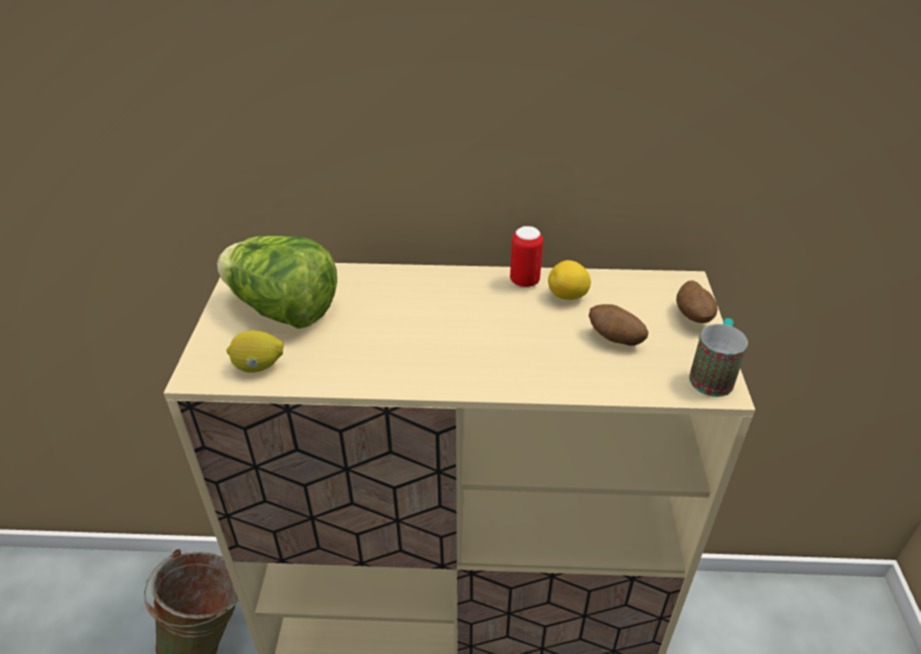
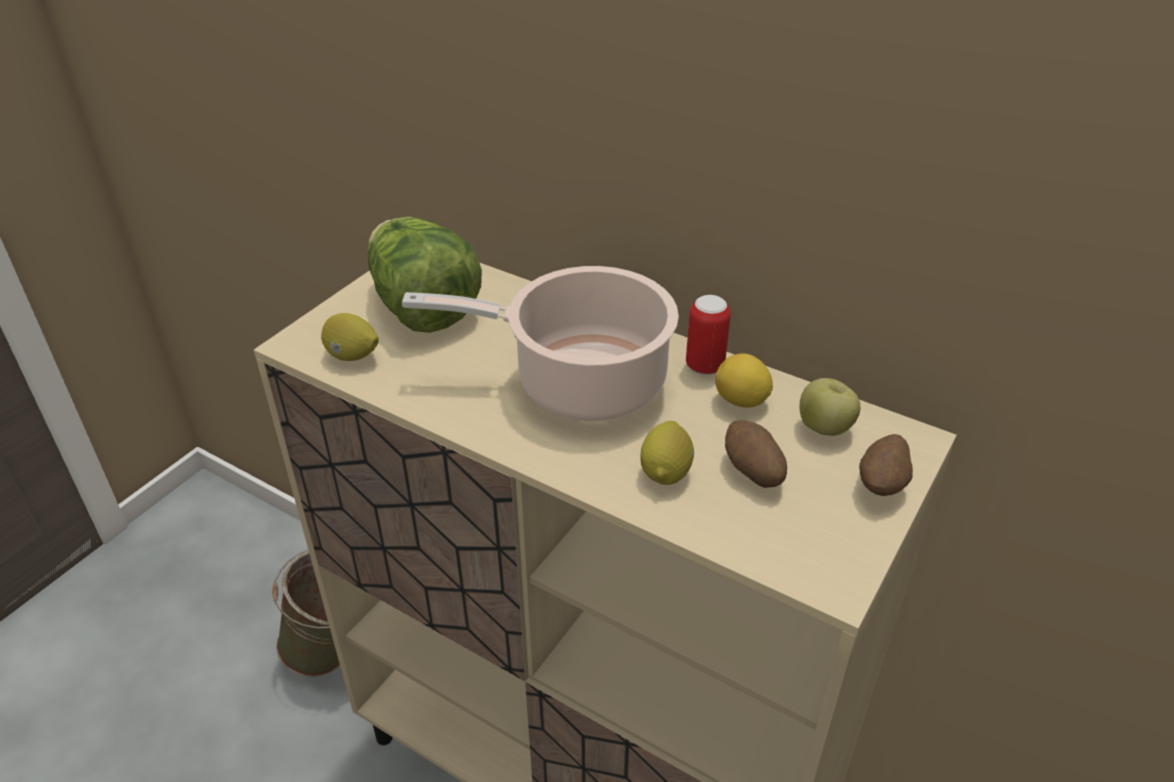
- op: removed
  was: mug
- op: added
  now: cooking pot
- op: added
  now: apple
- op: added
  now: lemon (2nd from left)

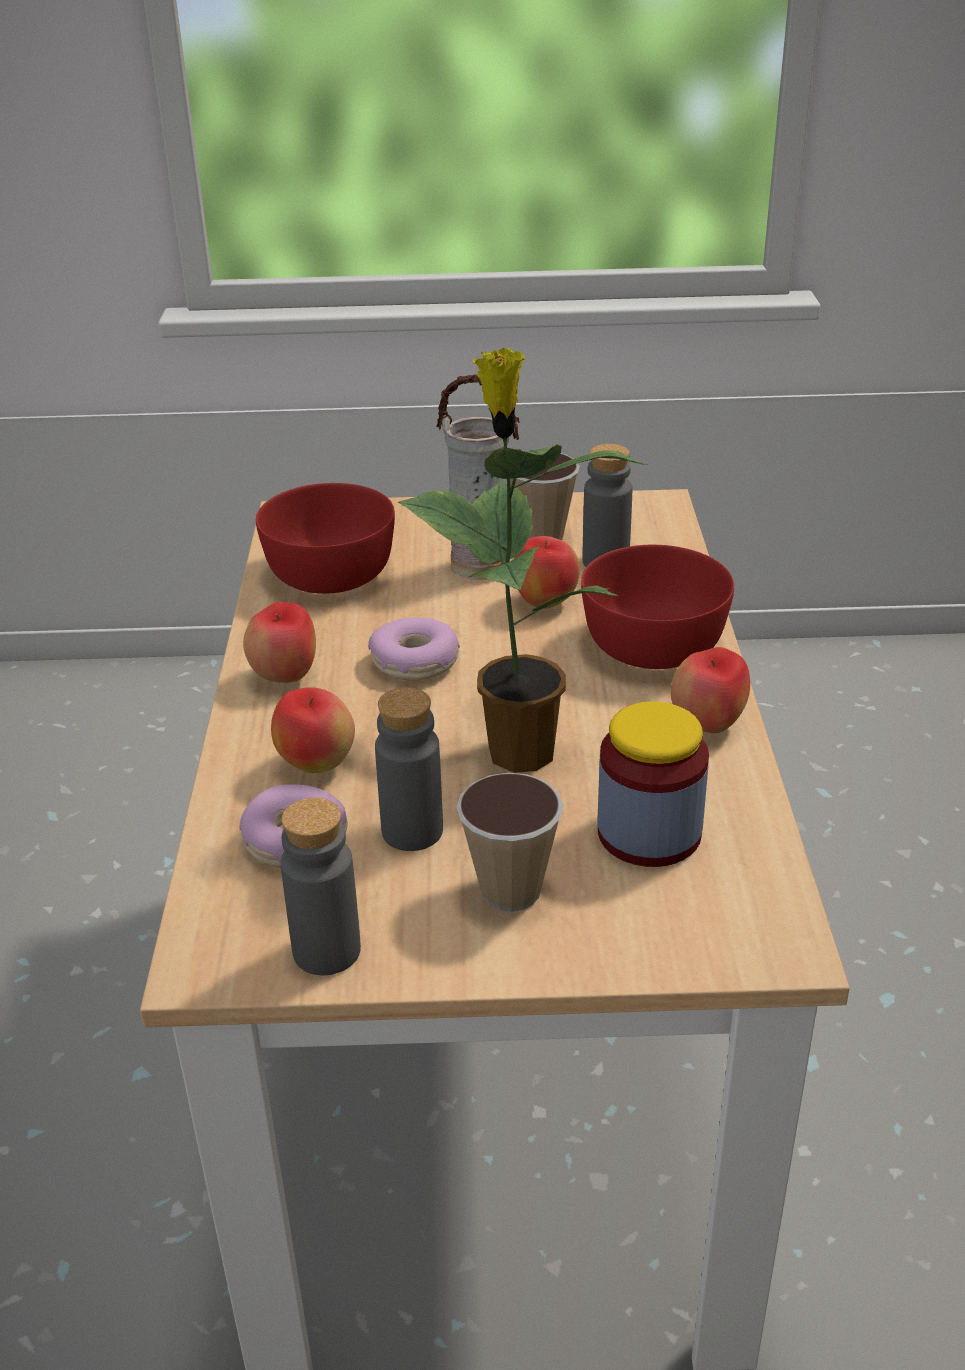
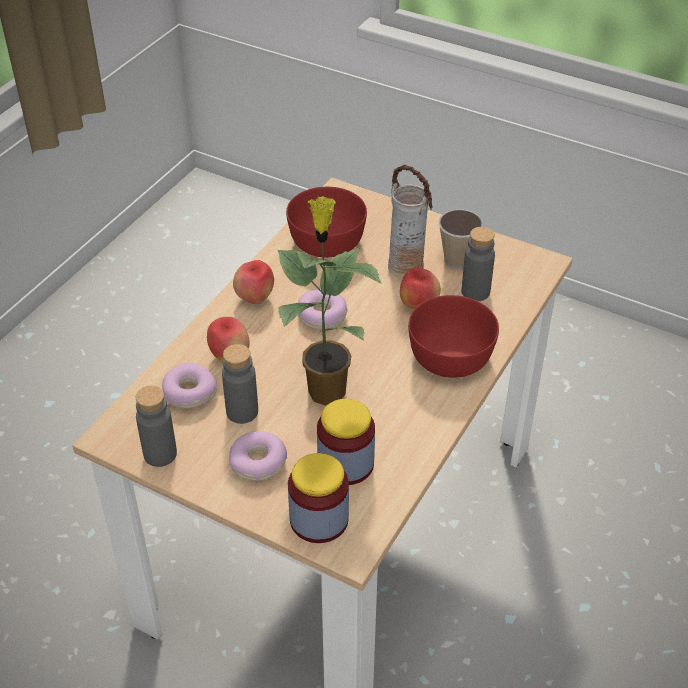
- op: removed
  was: apple (4th from left)
- op: replaced
  was: cup (1st from left)
  now: donut (2nd from left)
- op: added
  now: jar (1st from left)

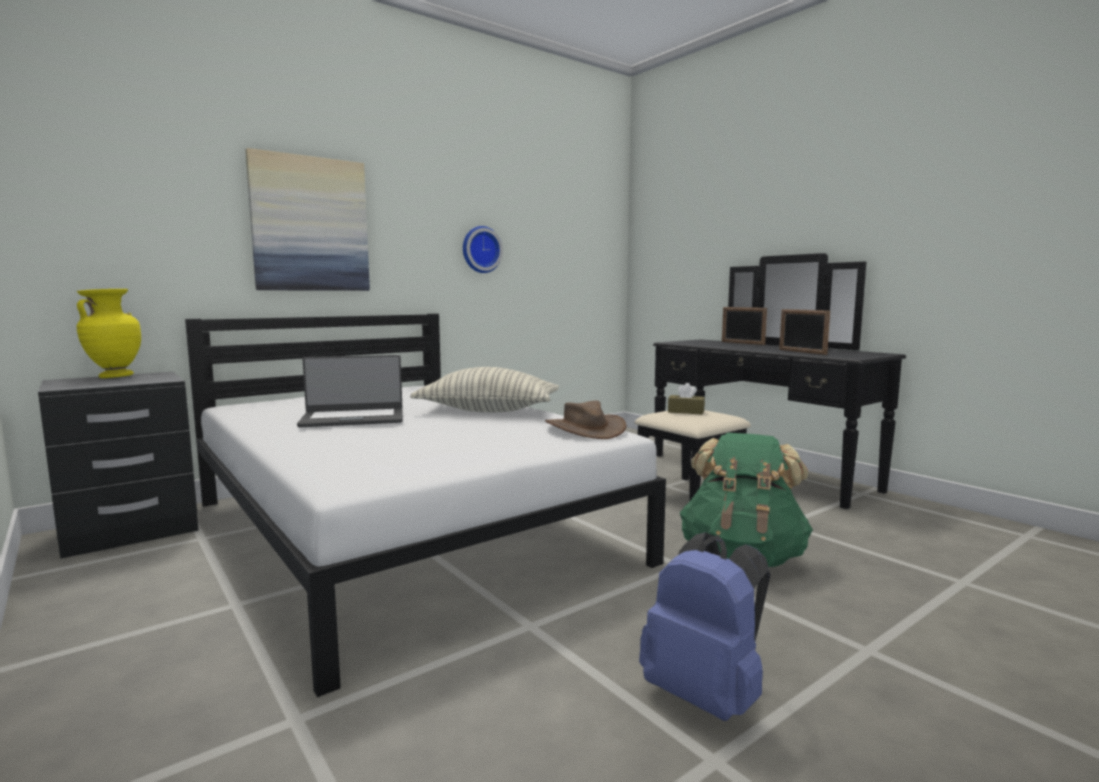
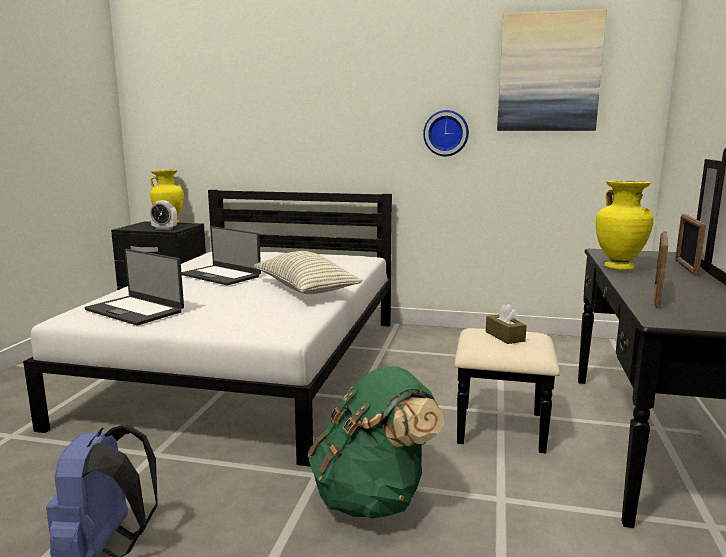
- op: moved
  was: picture
- op: removed
  was: hat/brown
- op: added
  now: vase/yellow (2nd from left)
- op: added
  now: alarm clock
- op: added
  now: laptop (1st from left)

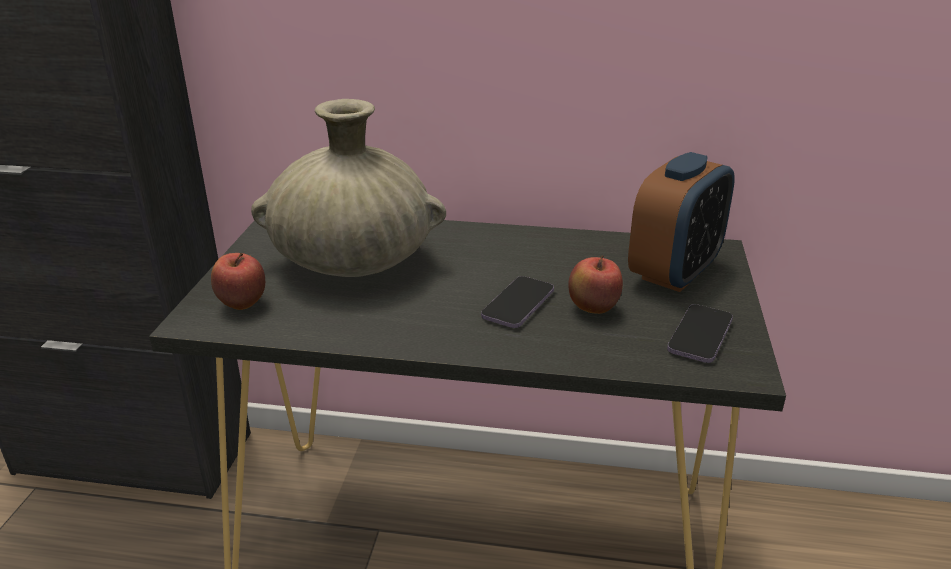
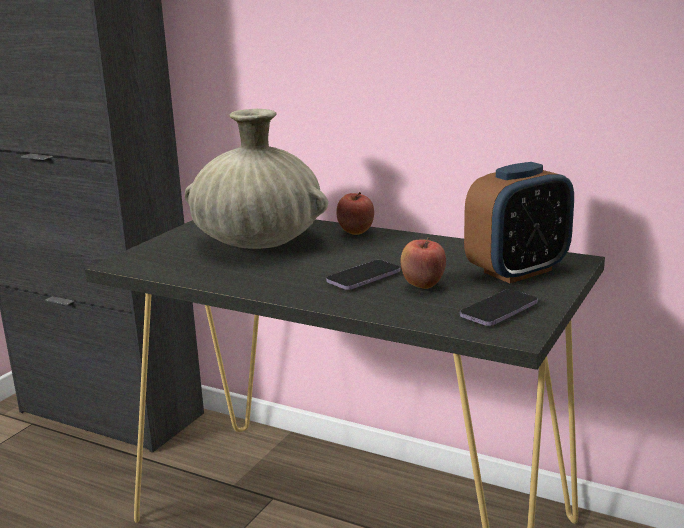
- op: moved
  was: apple (1st from left)

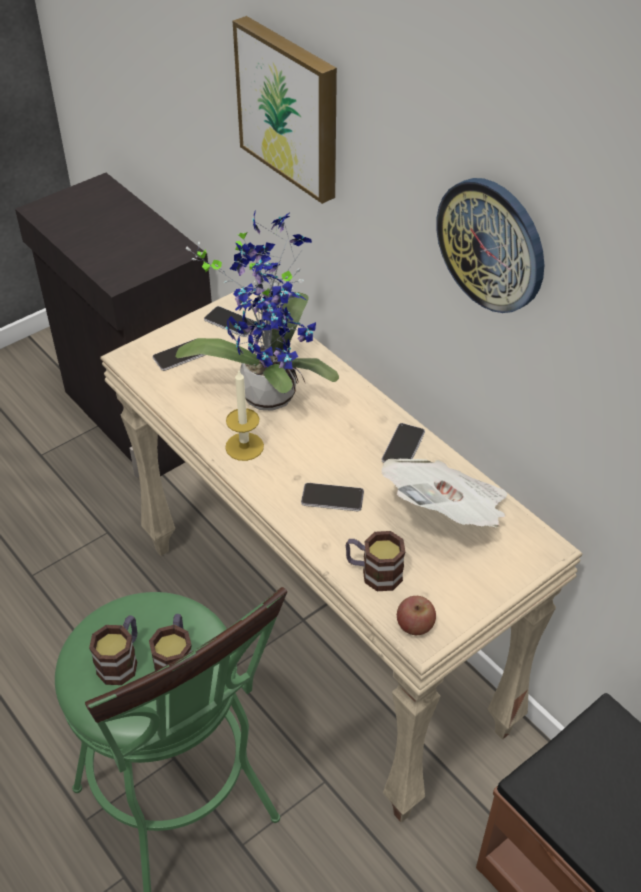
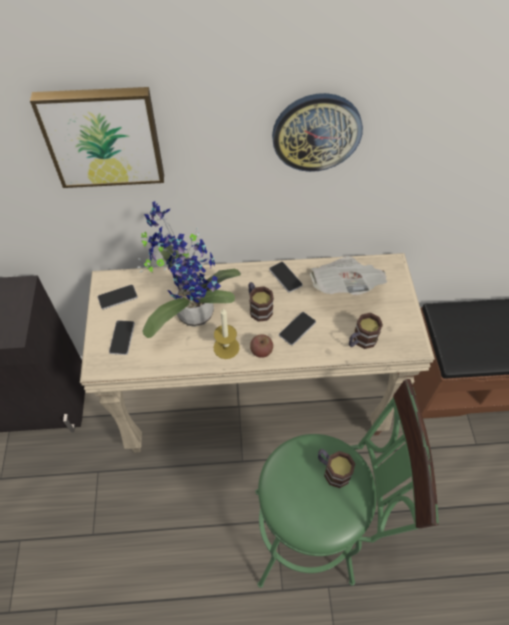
- op: moved
  was: apple
- op: moved
  was: mug (1st from left)

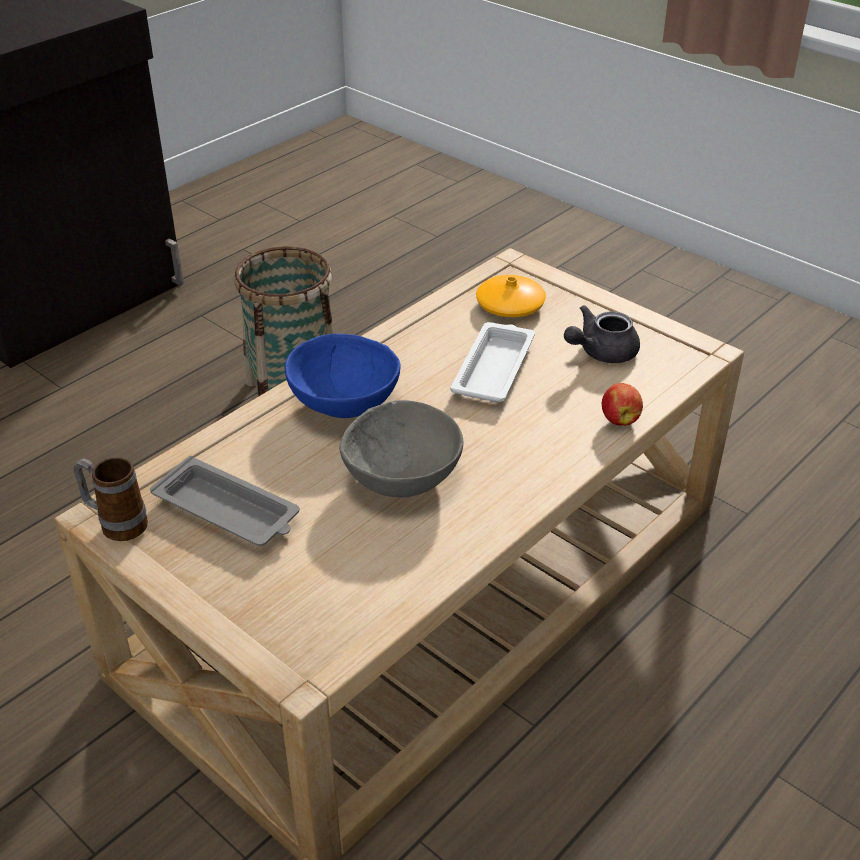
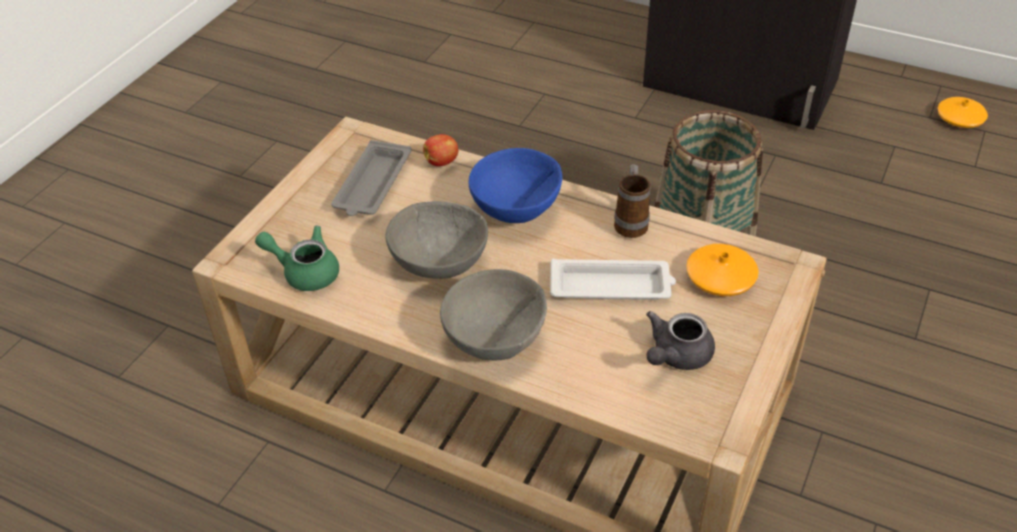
- op: turned
  was: teapot/grey
  clockwise: -90
- op: moved
  was: apple
- op: moved
  was: mug
- op: added
  now: vase/orange (2nd from left)
- op: added
  now: teapot/green
- op: added
  now: bowl/grey (2nd from left)

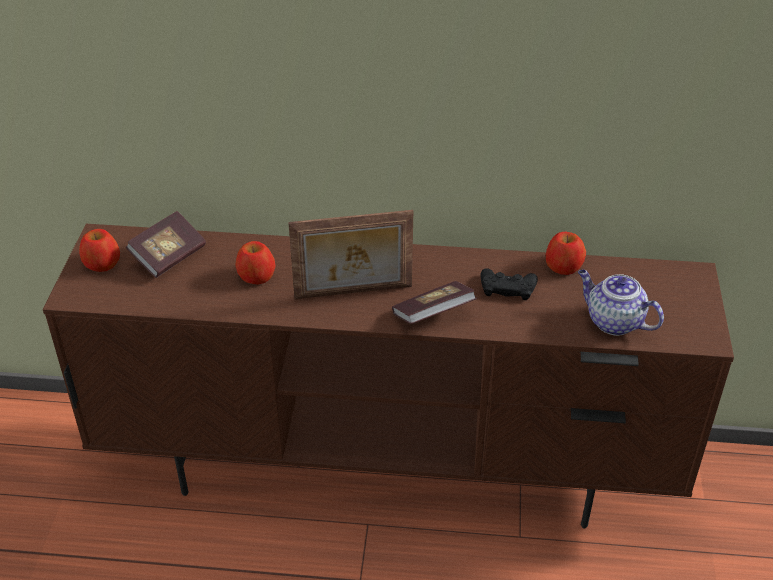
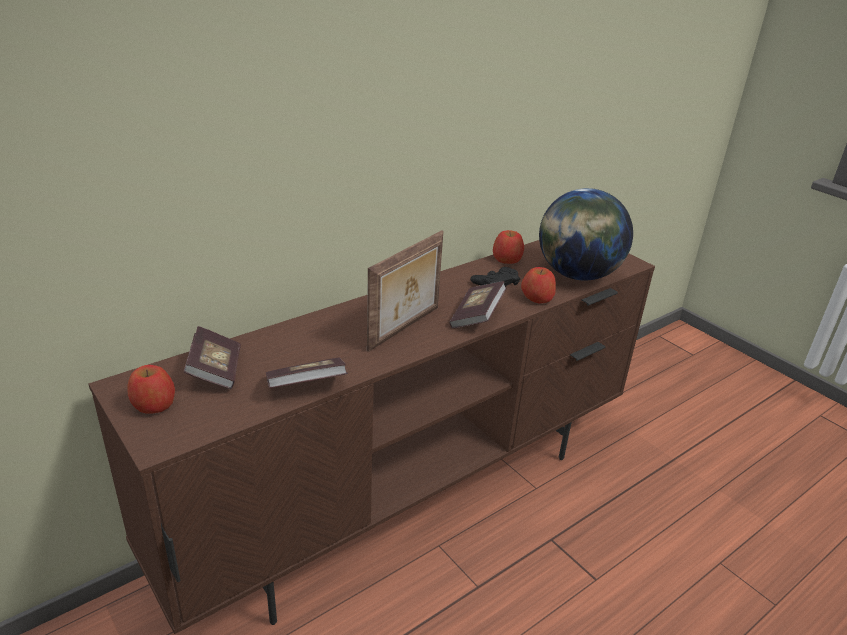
- op: moved
  was: apple (2nd from left in the first image)
  now: apple (3rd from left)
- op: replaced
  was: teapot
  now: globe
- op: added
  now: book (2nd from left)

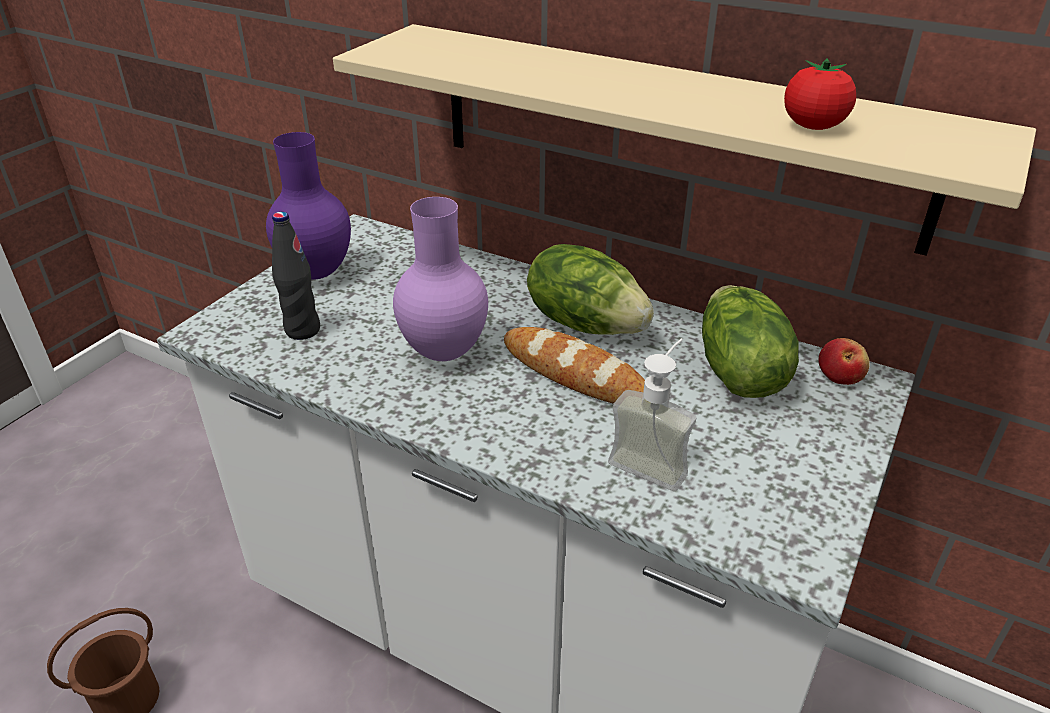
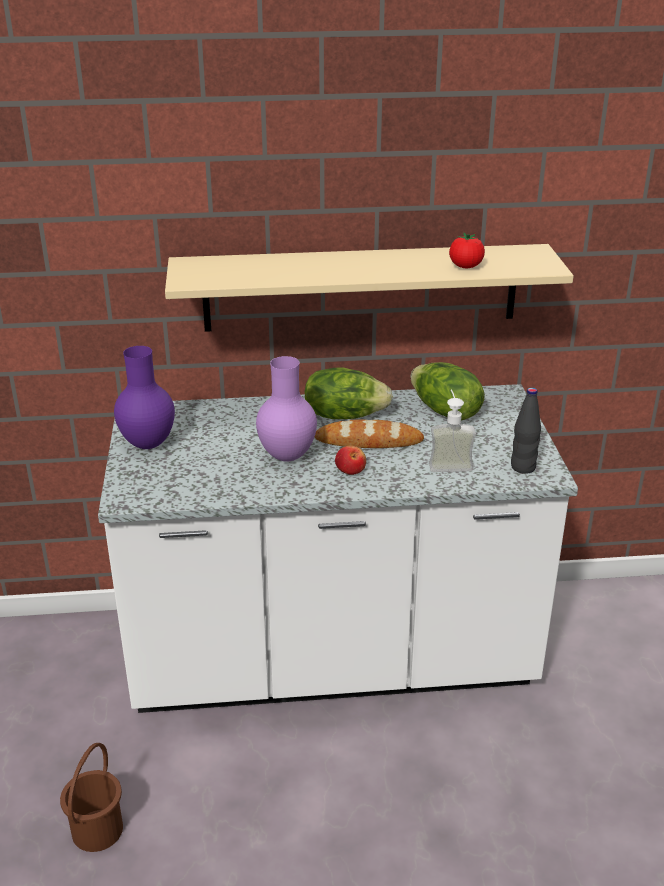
- op: moved
  was: bottle/black
- op: moved
  was: apple

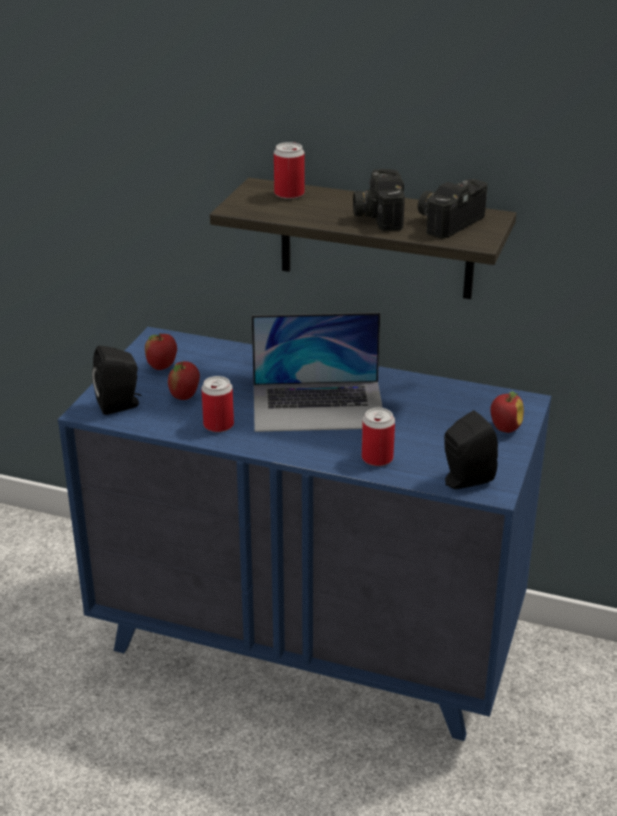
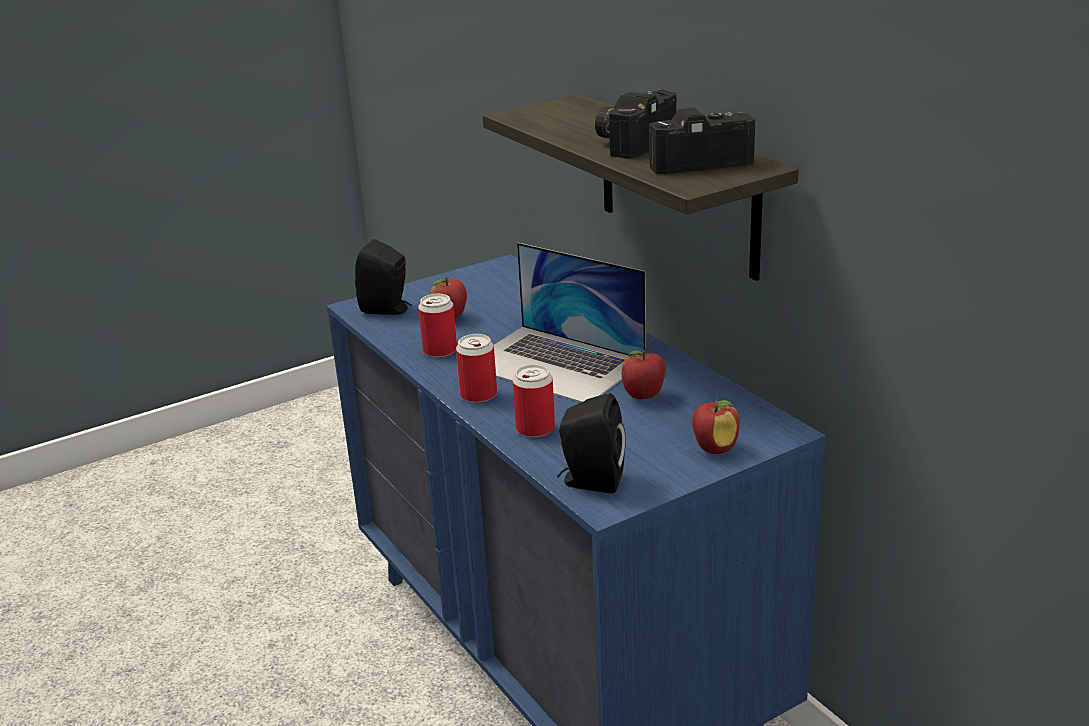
- op: moved
  was: can (2nd from left)
- op: moved
  was: apple (1st from left in the first image)
  now: apple (2nd from left)

